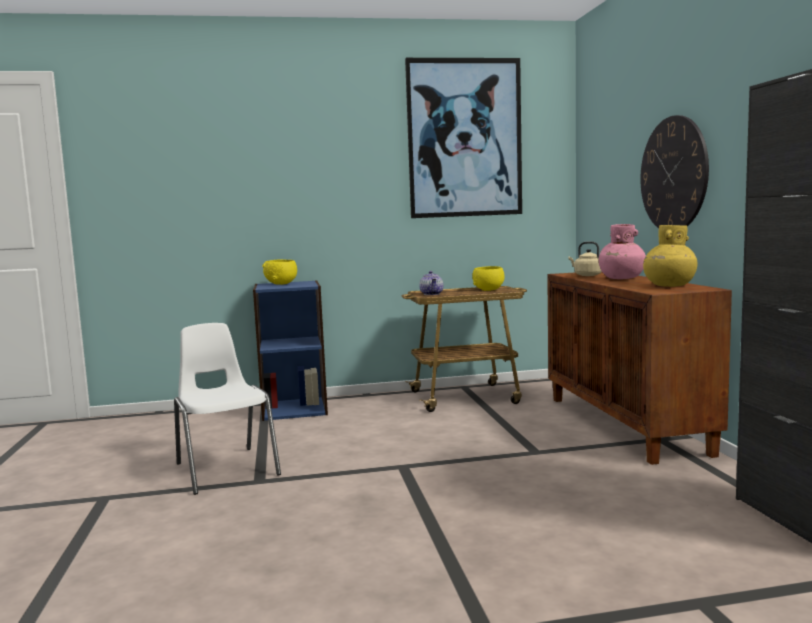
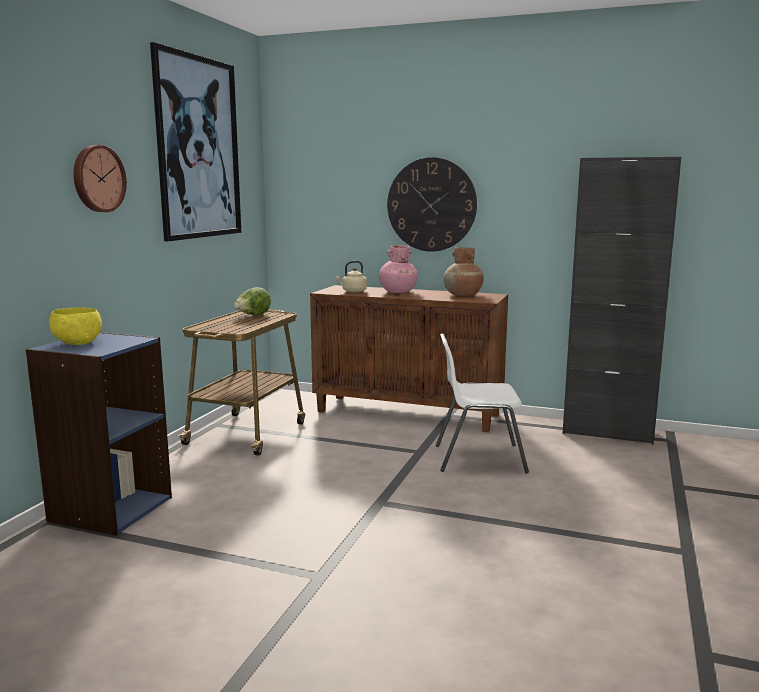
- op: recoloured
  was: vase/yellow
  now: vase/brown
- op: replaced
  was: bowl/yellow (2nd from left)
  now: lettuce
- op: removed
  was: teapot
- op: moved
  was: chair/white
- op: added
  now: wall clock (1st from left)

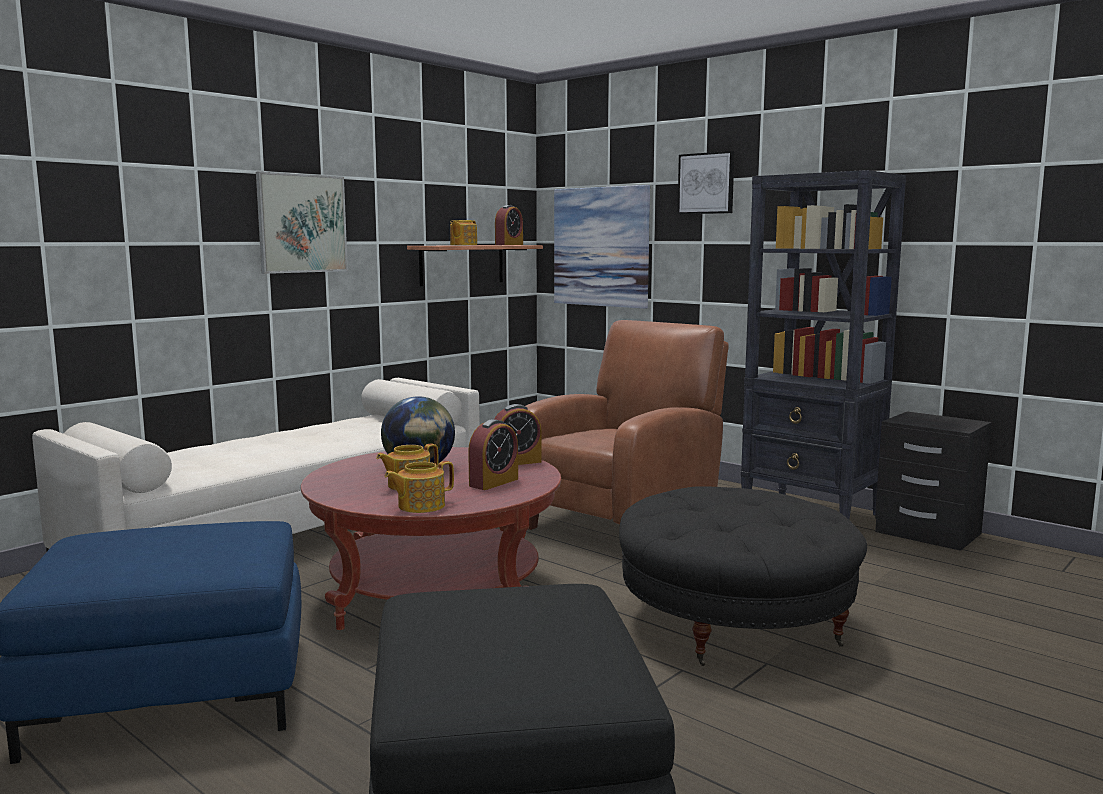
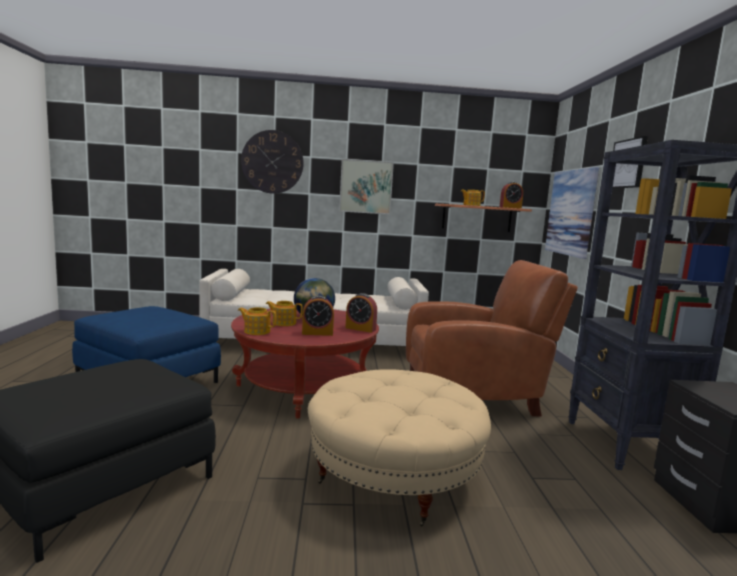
- op: recoloured
  was: ottoman/black (2nd from left)
  now: ottoman/beige
- op: added
  now: wall clock

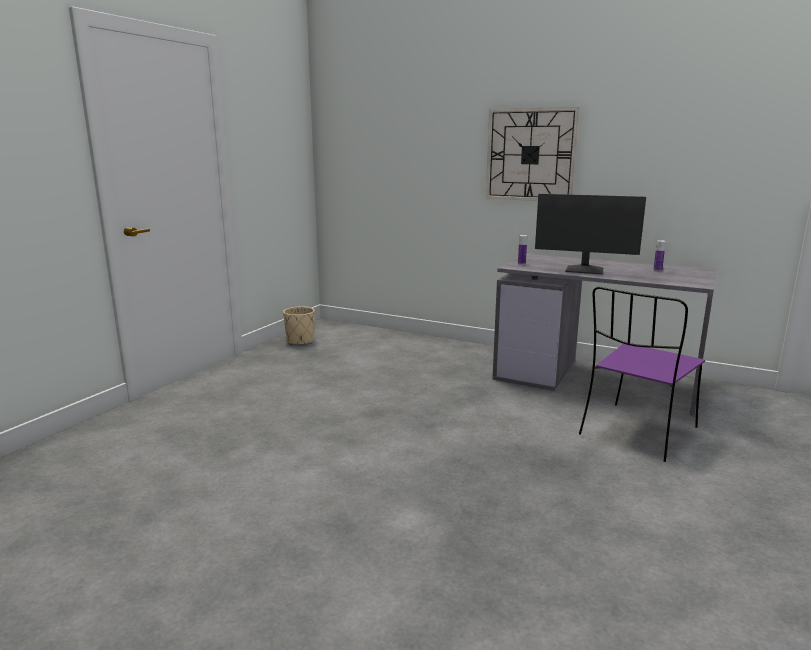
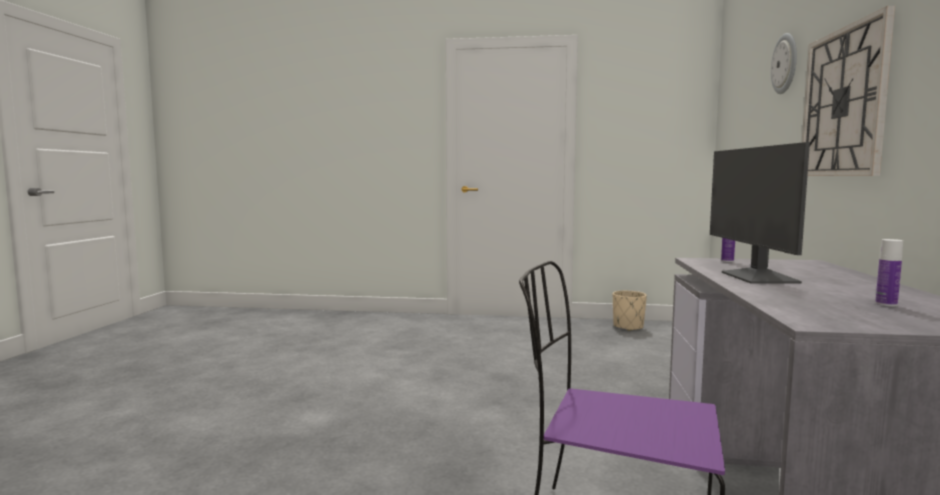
- op: added
  now: wall clock (1st from left)

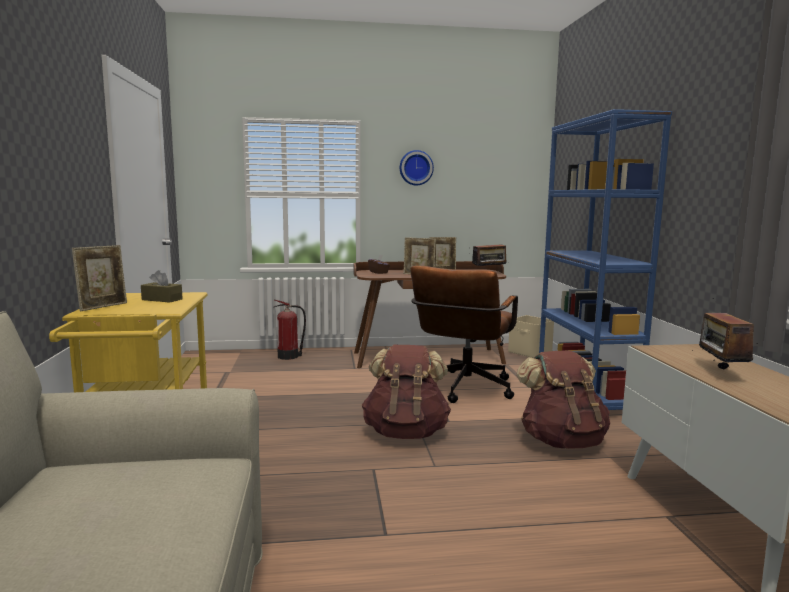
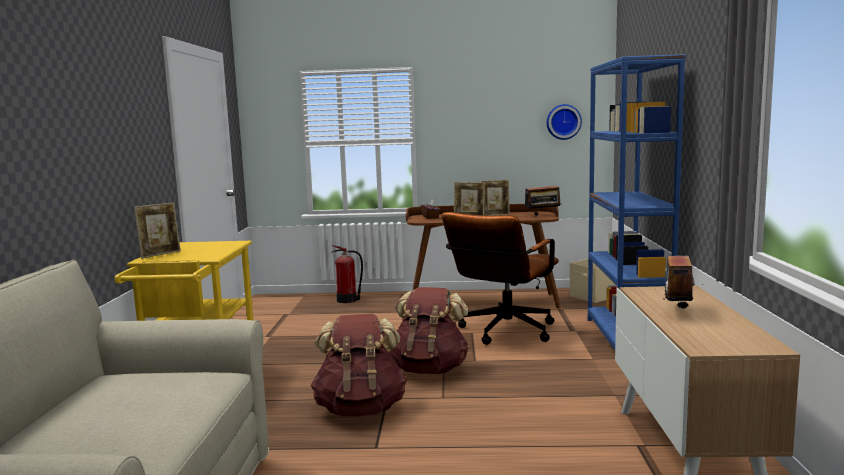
- op: moved
  was: wall clock
- op: removed
  was: tissue box/brown (1st from left)
- op: moved
  was: backpack/brown (2nd from left in the first image)
  now: backpack/brown (1st from left)

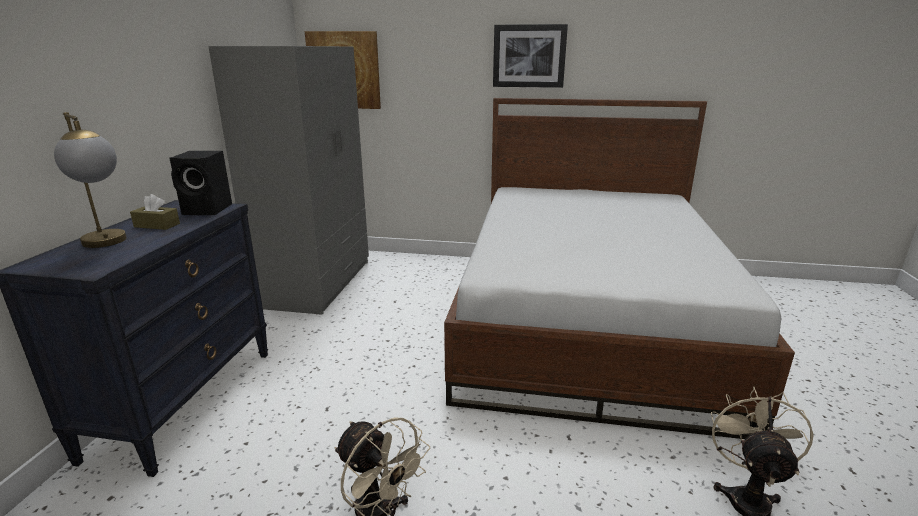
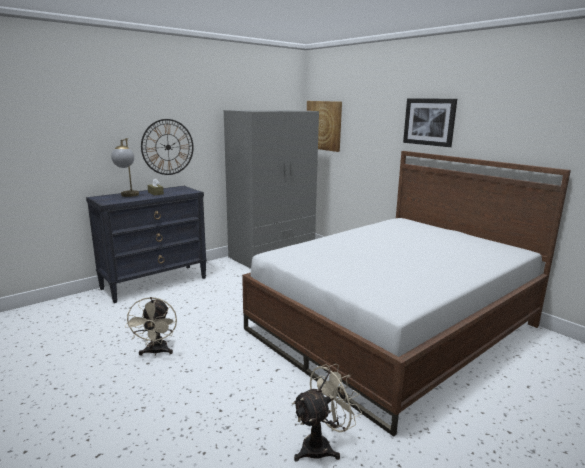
- op: removed
  was: speaker/black
- op: added
  now: wall clock

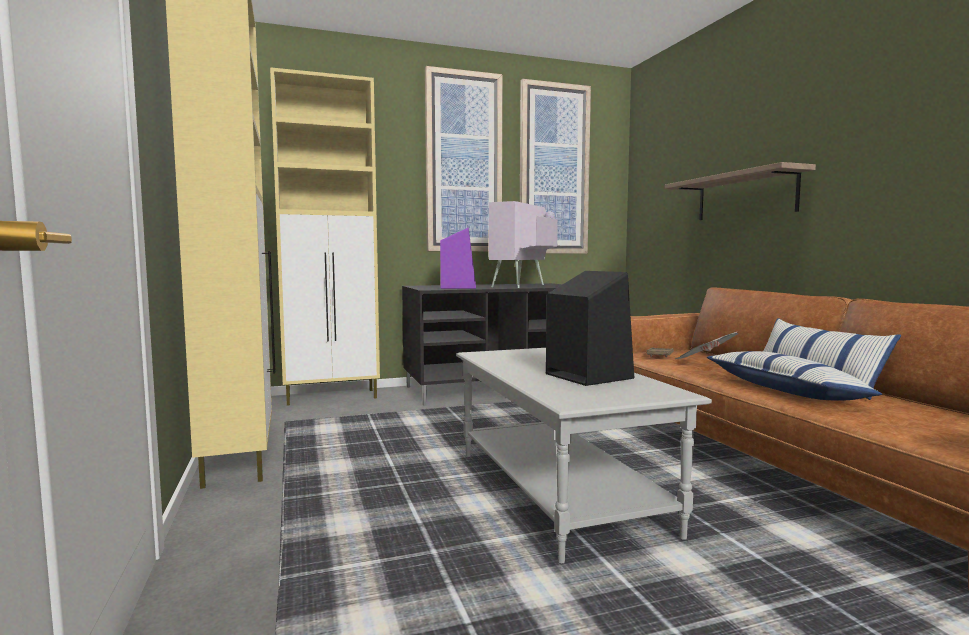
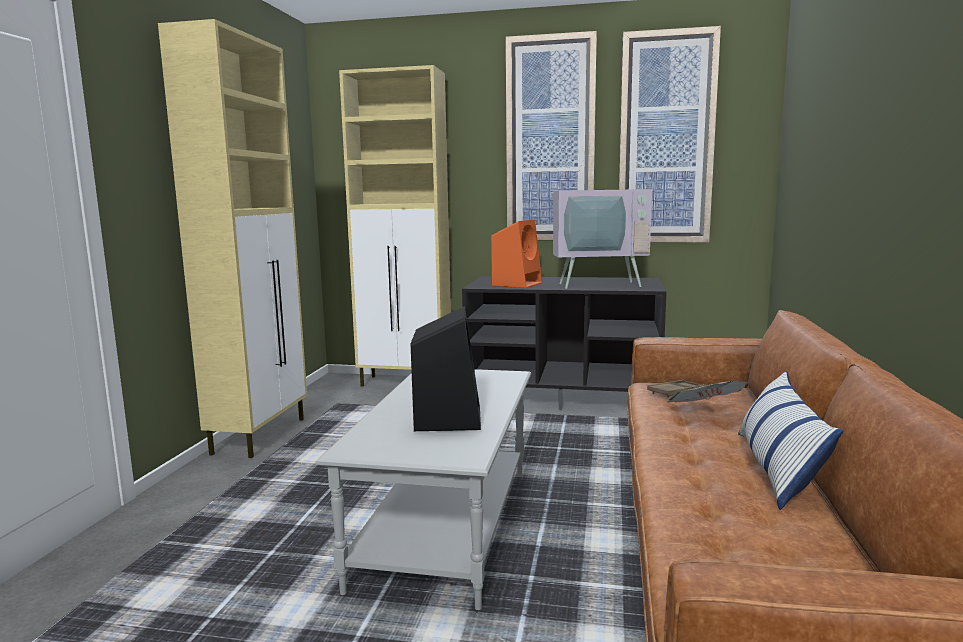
- op: removed
  was: shelf
- op: turned
  was: television
  clockwise: -150
- op: recoloured
  was: speaker/purple
  now: speaker/orange
- op: removed
  was: pillow (1st from left)

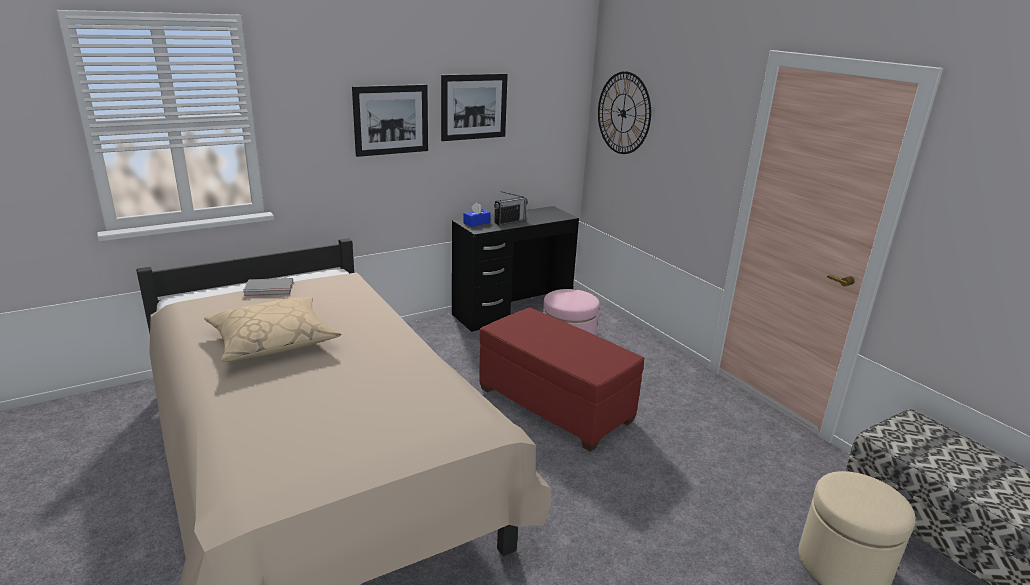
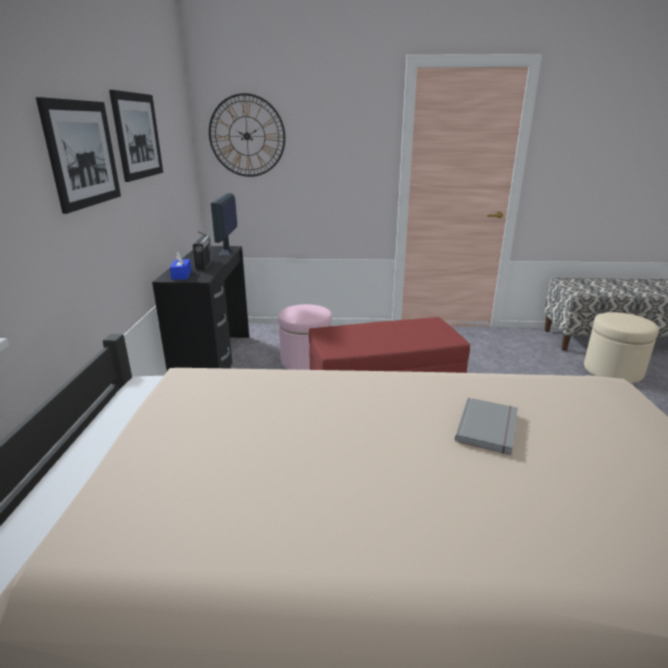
- op: moved
  was: book/grey
- op: removed
  was: pillow/beige
- op: added
  now: monitor

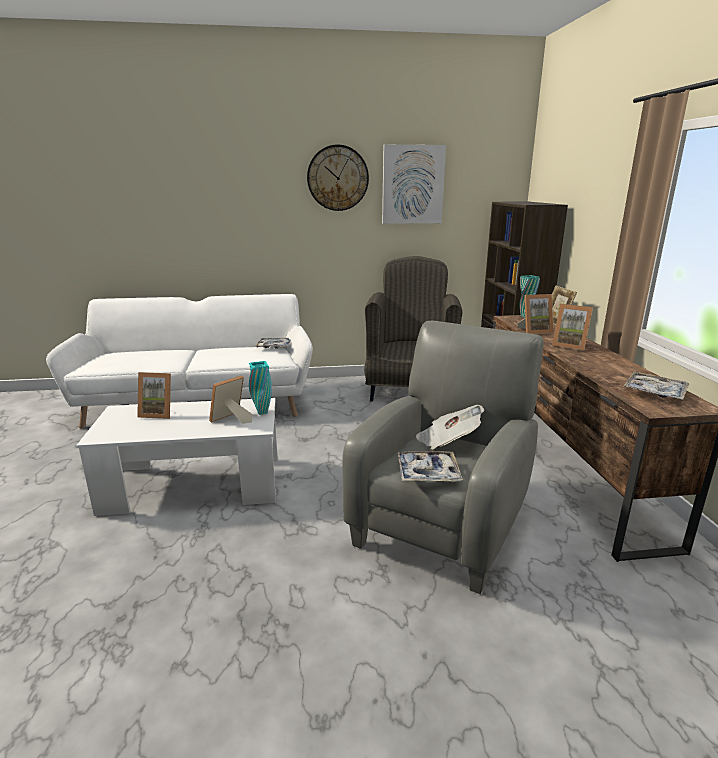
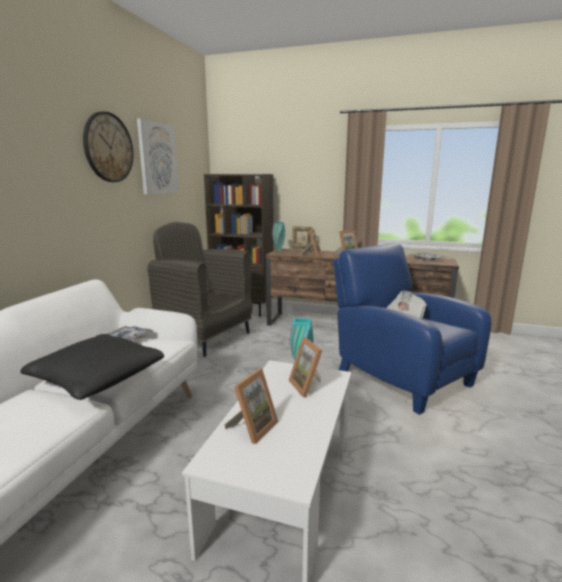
- op: recoloured
  was: armchair/grey (2nd from left)
  now: armchair/blue
- op: removed
  was: tray (2nd from left)
- op: added
  now: pillow/black

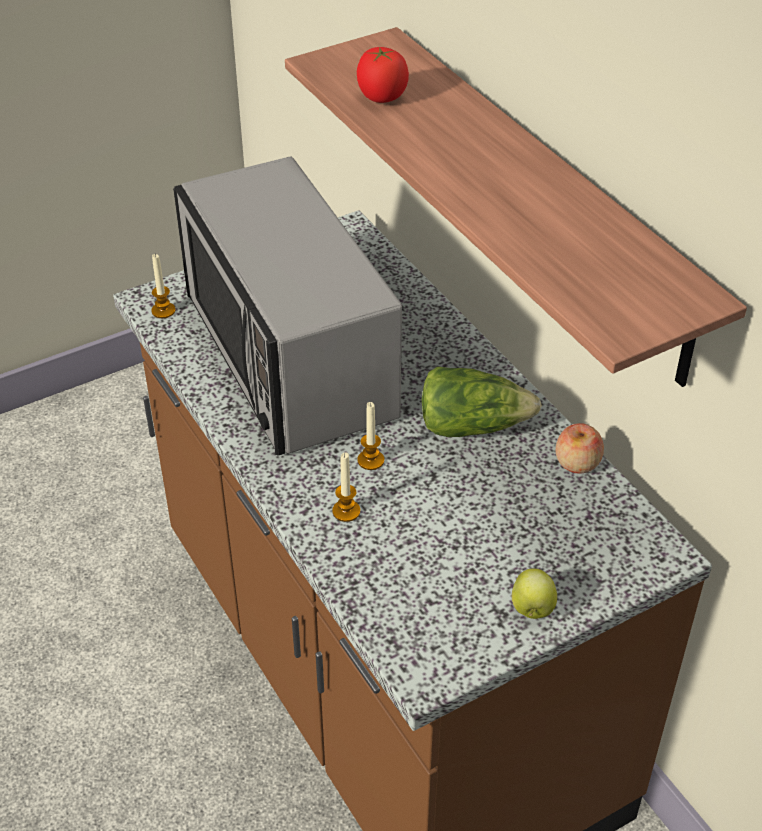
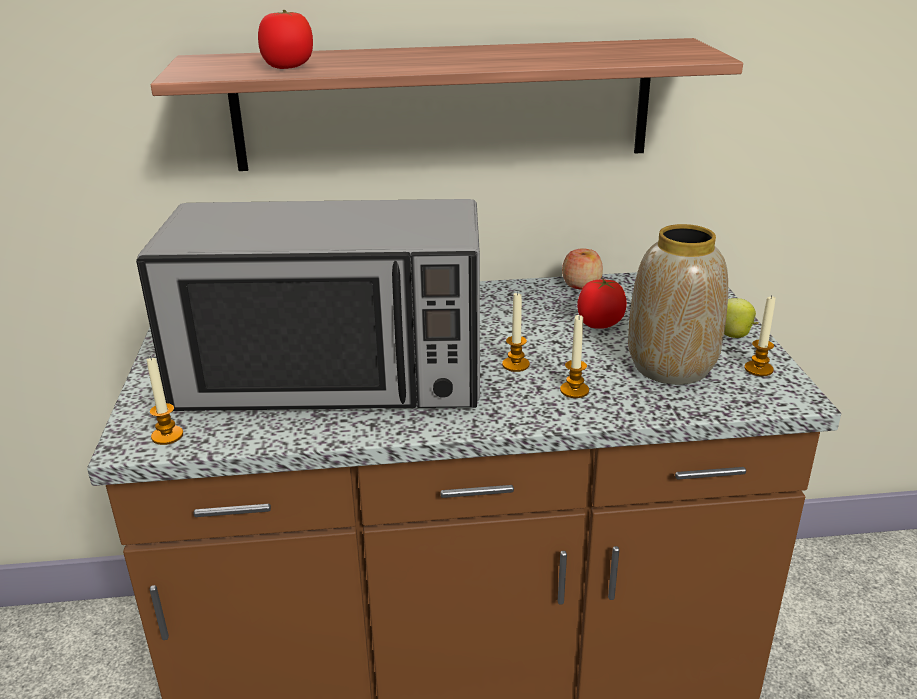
- op: removed
  was: lettuce
- op: added
  now: vase
- op: added
  now: tomato (2nd from left)
- op: added
  now: candle (4th from left)

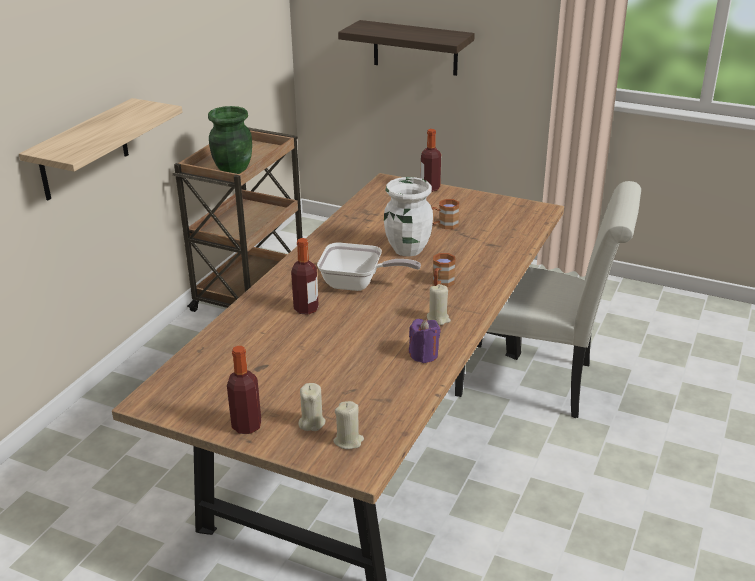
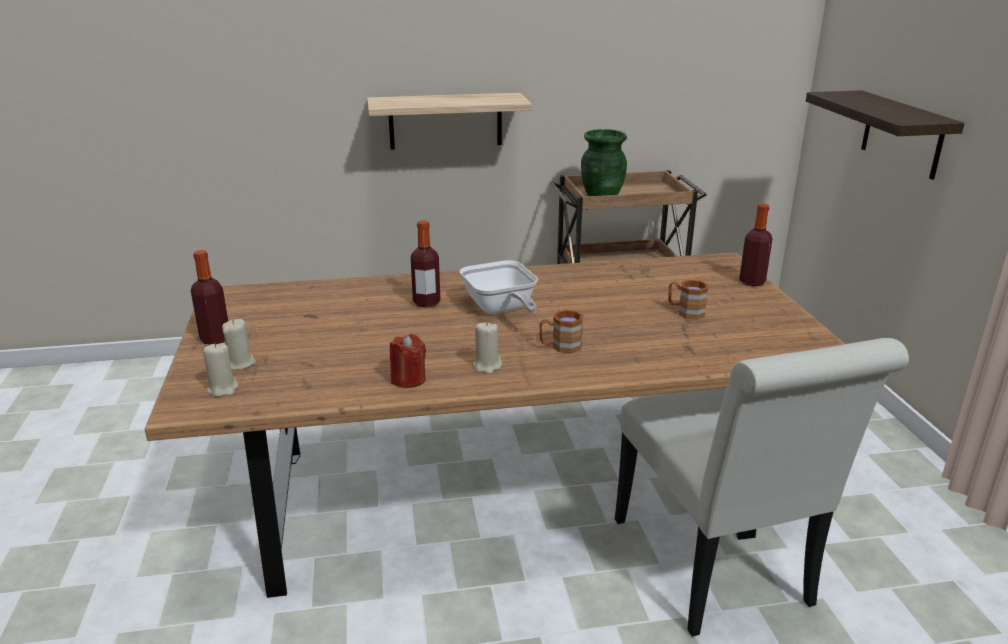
- op: removed
  was: vase/white
- op: recoloured
  was: candle/purple
  now: candle/red

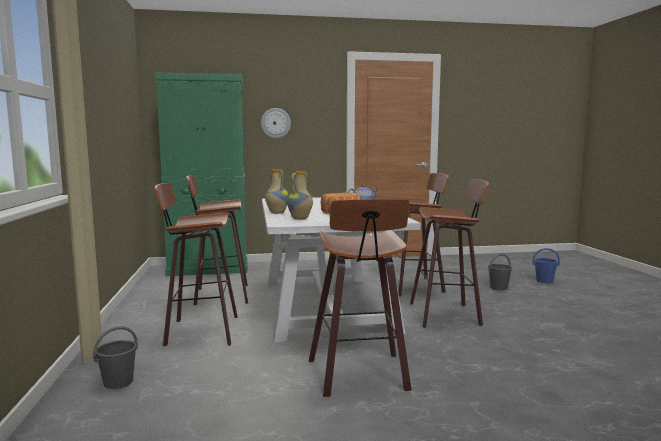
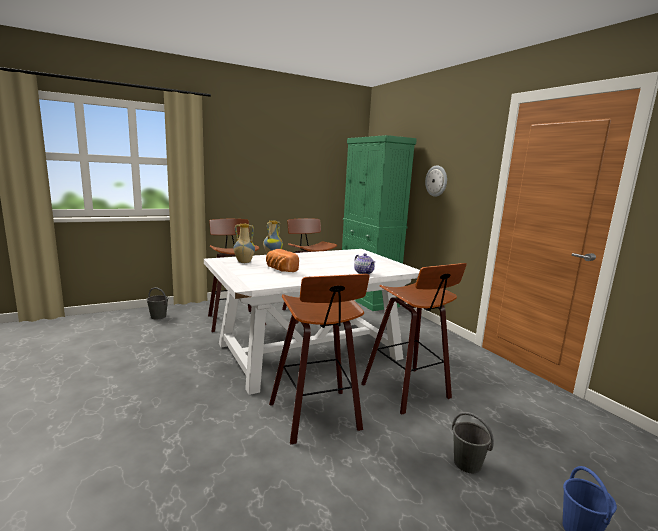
- op: removed
  was: stool (3rd from left)

